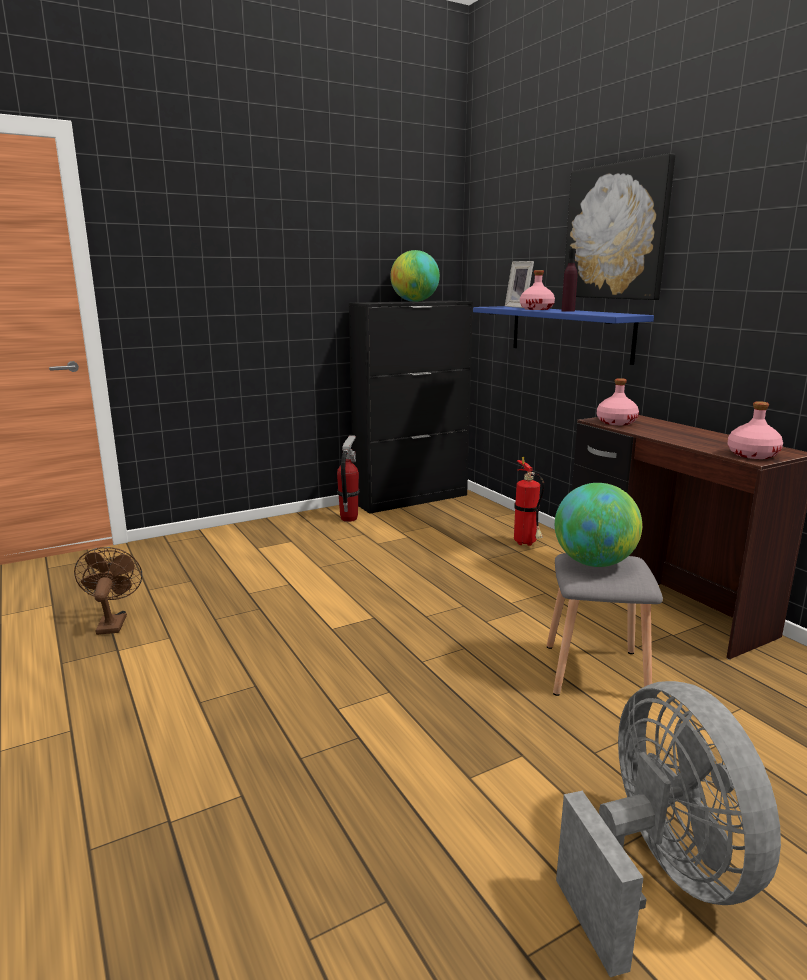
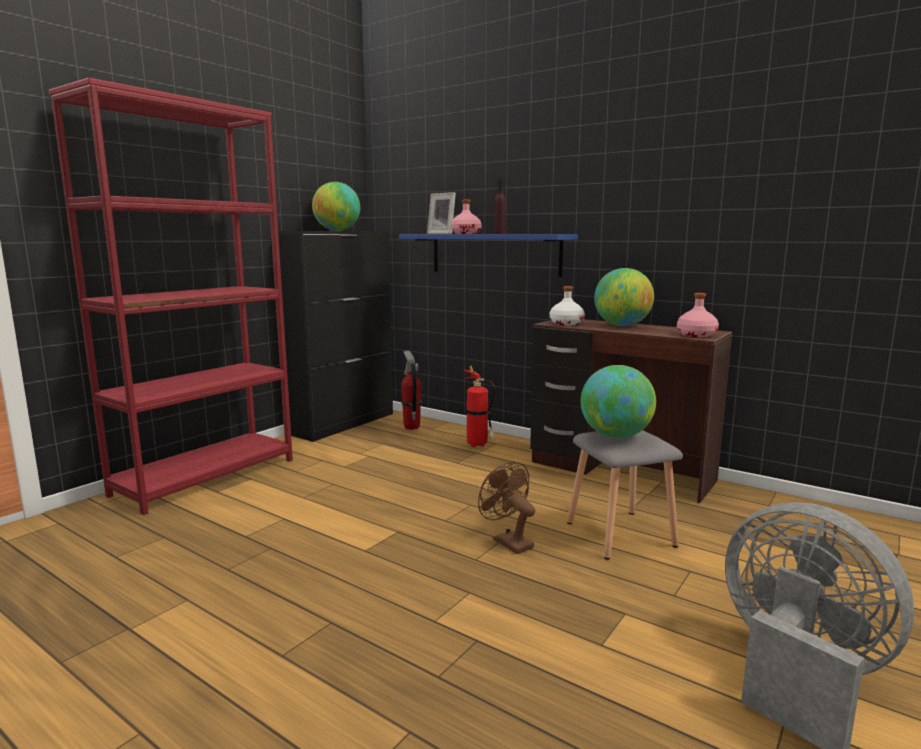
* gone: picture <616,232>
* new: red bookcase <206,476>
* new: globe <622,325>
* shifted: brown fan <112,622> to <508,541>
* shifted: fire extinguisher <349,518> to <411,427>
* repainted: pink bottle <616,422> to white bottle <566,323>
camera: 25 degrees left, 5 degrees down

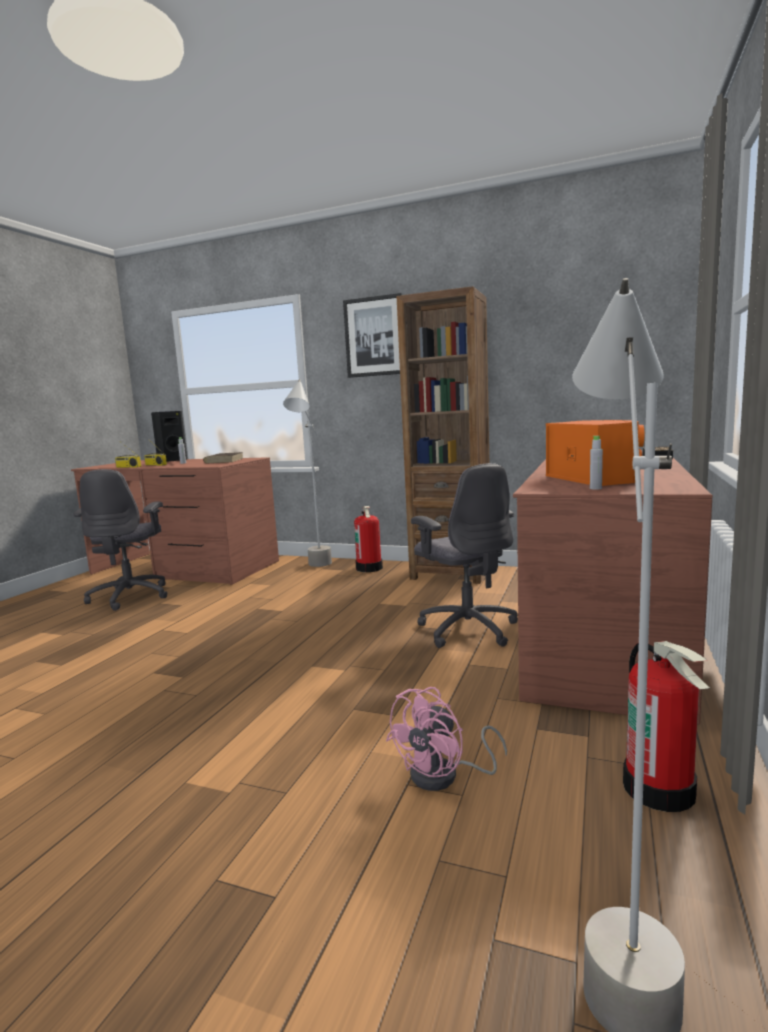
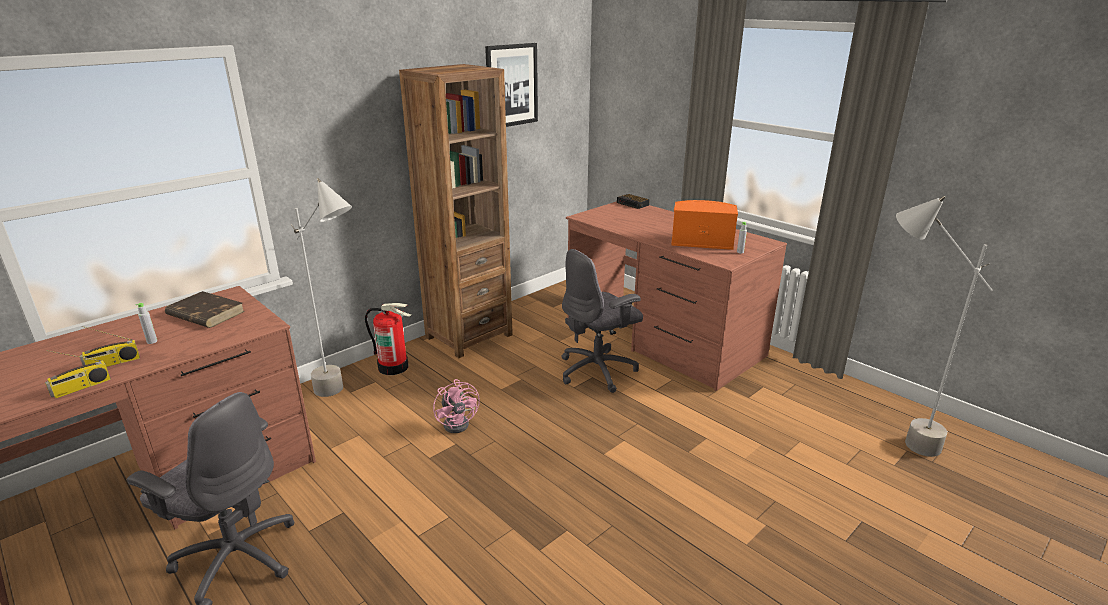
* gone: black speaker <171,461>
* gone: fire extinguisher <660,789>
* shifted: picture <374,336> to <511,85>
* shifted: pink fan <444,776> to <459,422>
* rotated: grey office chair <467,629> = <598,371> 150 degrees clockwise
camera: 65 degrees left, 15 degrees up

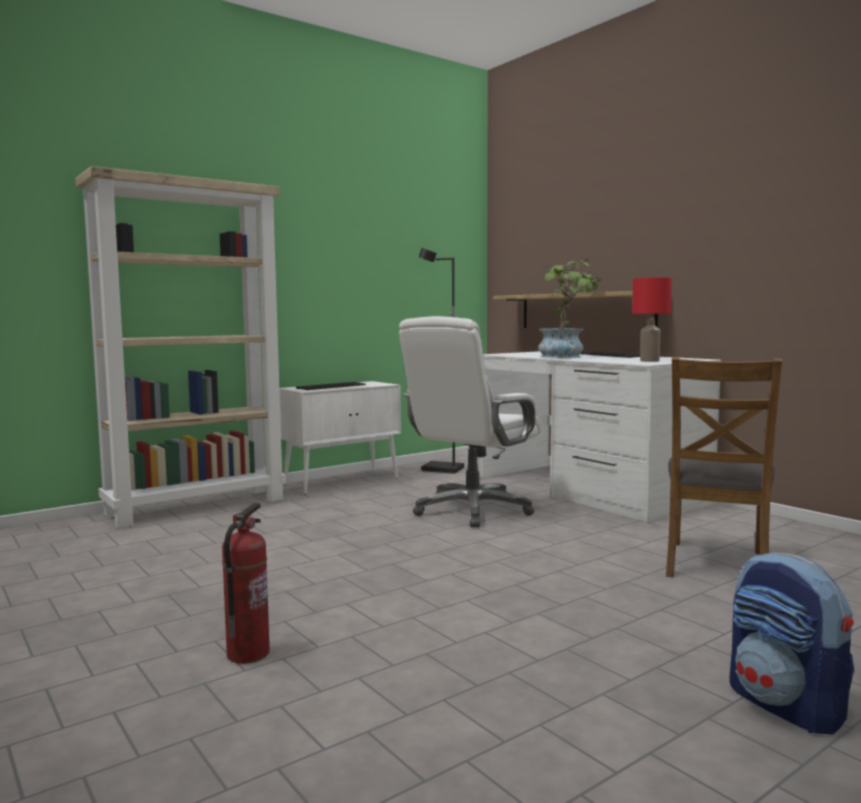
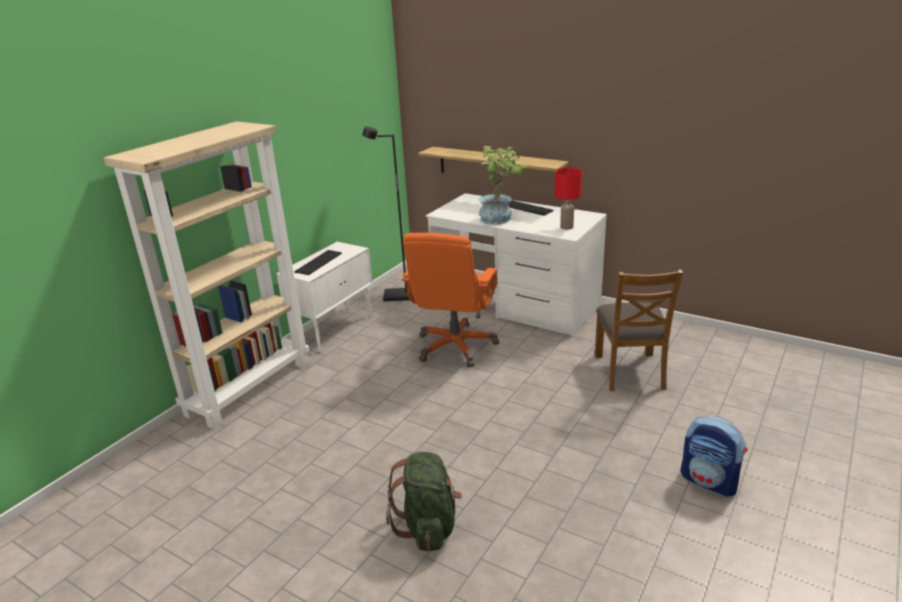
* swapped: fire extinguisher <247,654> to green backpack <428,526>
* repainted: white office chair <472,510> to orange office chair <455,346>
camera: 20 degrees left, 20 degrees up

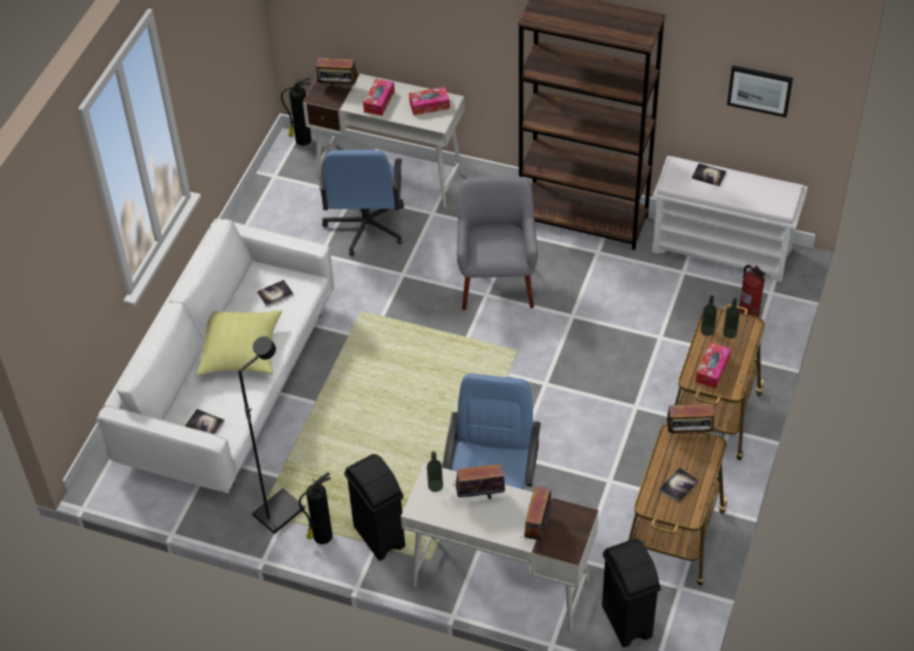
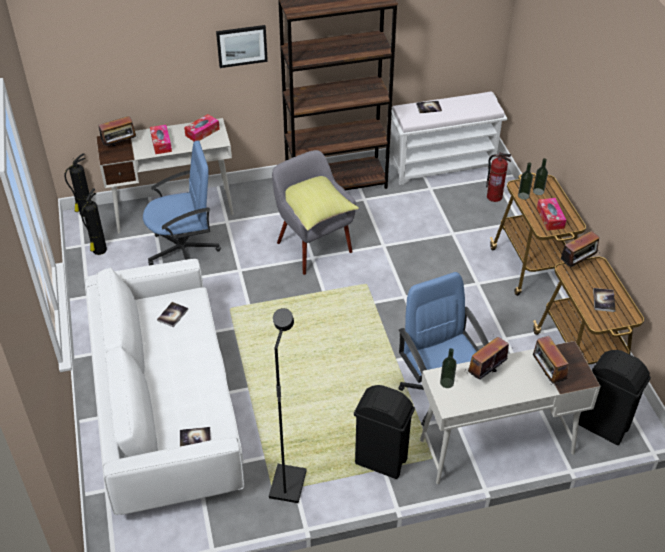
* shifted: yellow pillow <242,353> to <317,211>
* shifted: fire extinguisher <321,537> to <99,250>
* shifted: picture <759,90> to <242,45>
* rotated: blue office chair <366,226> = <184,250> 75 degrees counterclockwise
camera: 35 degrees left, 5 degrees down

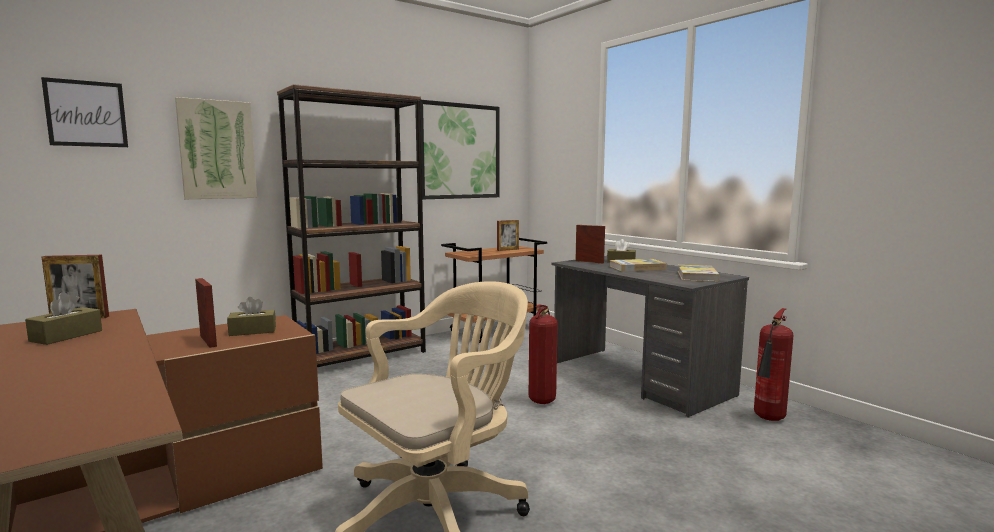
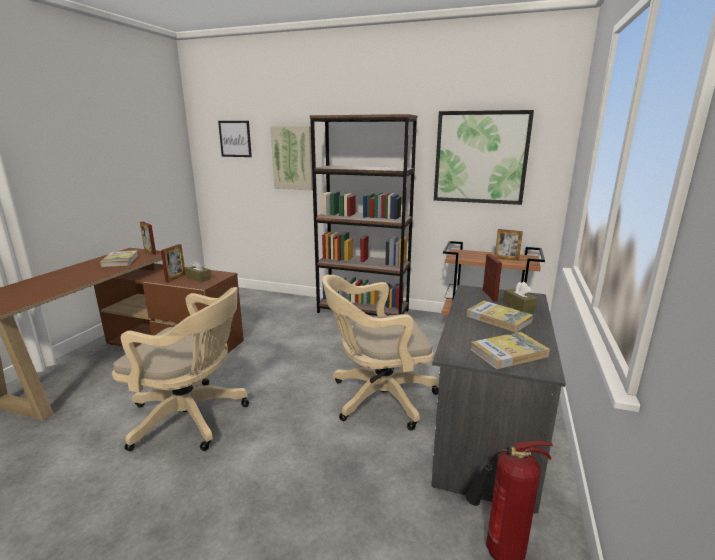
* swapped: brown tissue box <66,336> to book <120,260>
* swapped: fire extinguisher <543,400> to beige office chair <377,398>
camera: 55 degrees right, 10 degrees up

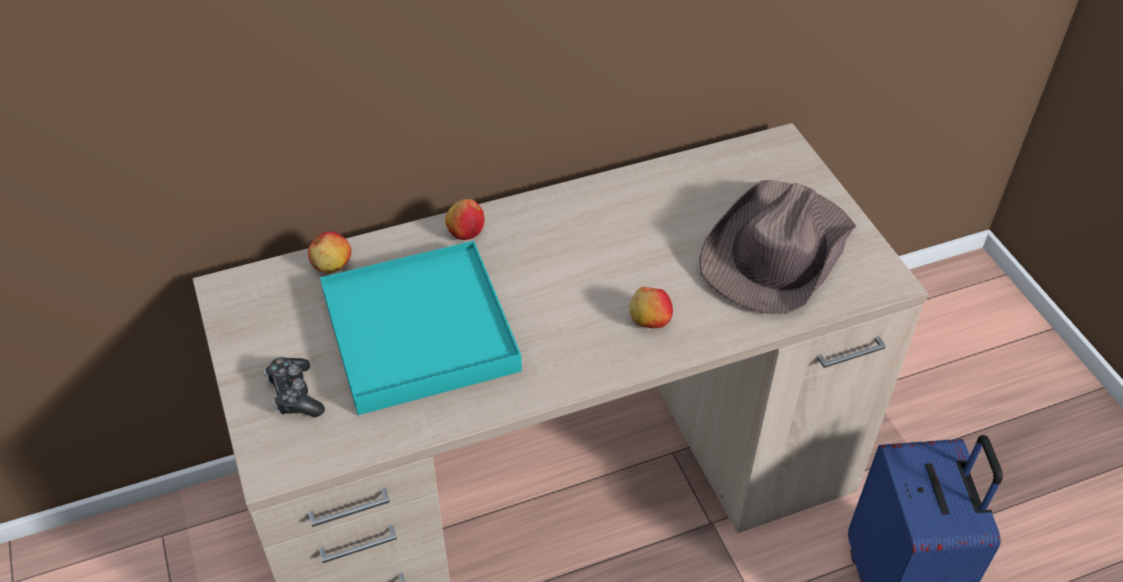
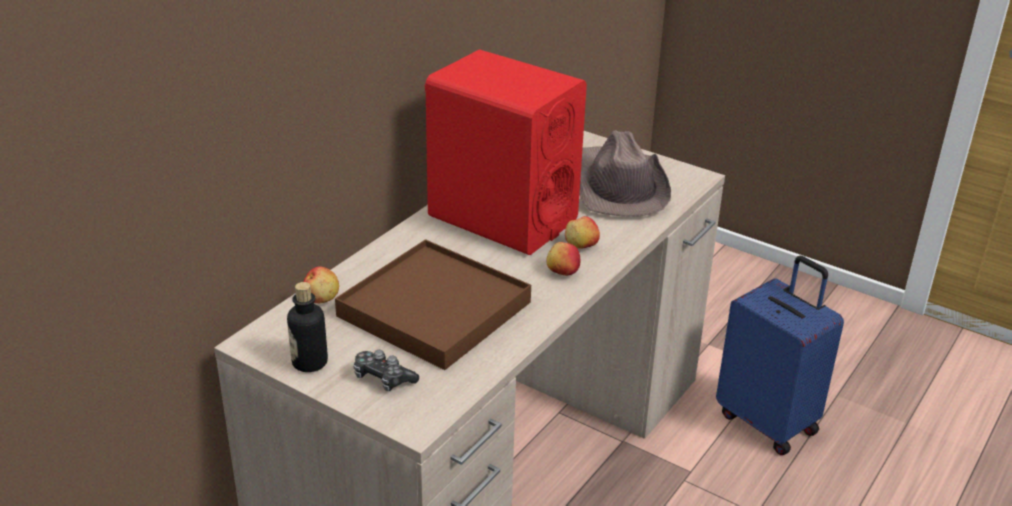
* new: bottle <309,362>
* new: red speaker <502,218>
* shifted: apple <465,231> to <562,271>
* repainted: turquoise tray <419,331> to brown tray <433,309>
camera: 35 degrees left, 15 degrees down

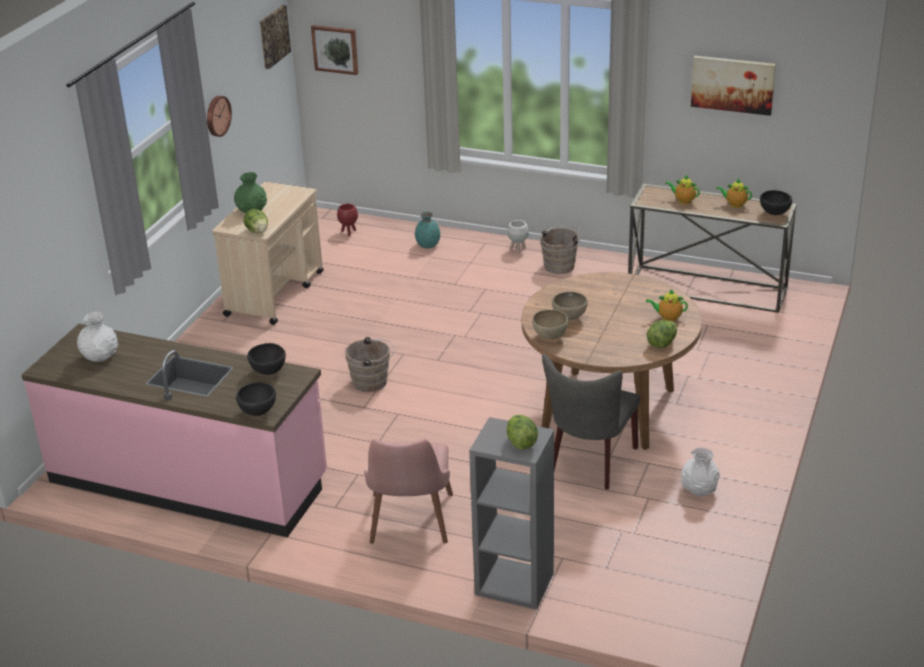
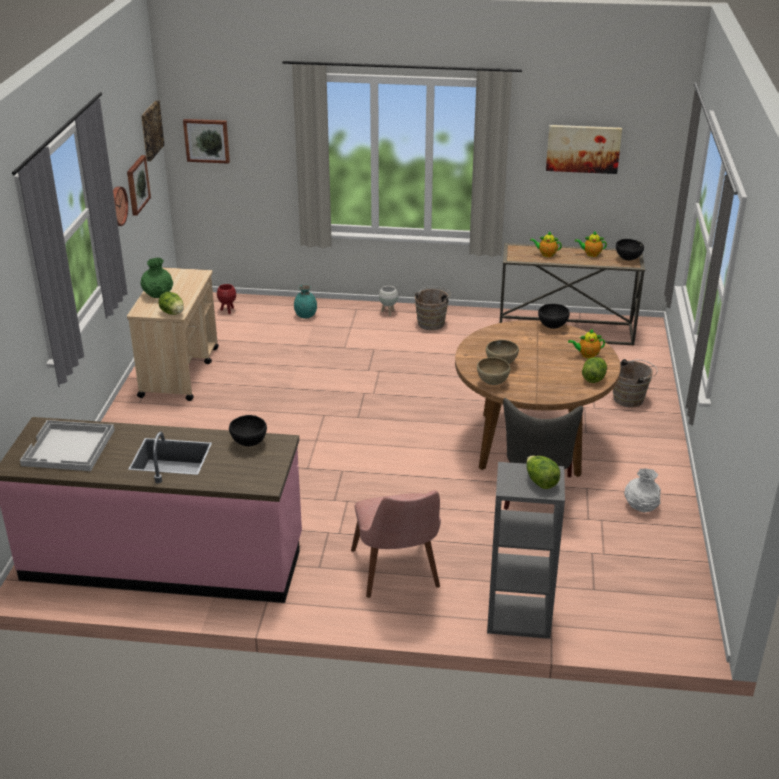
* new: picture <137,185>
* shifted: black bowl <258,412> to <552,327>
* shifted: brown bucket <373,382> to <631,399>
* swapped: white vase <100,357> to white tray <69,448>
camera: 15 degrees left, 0 degrees up

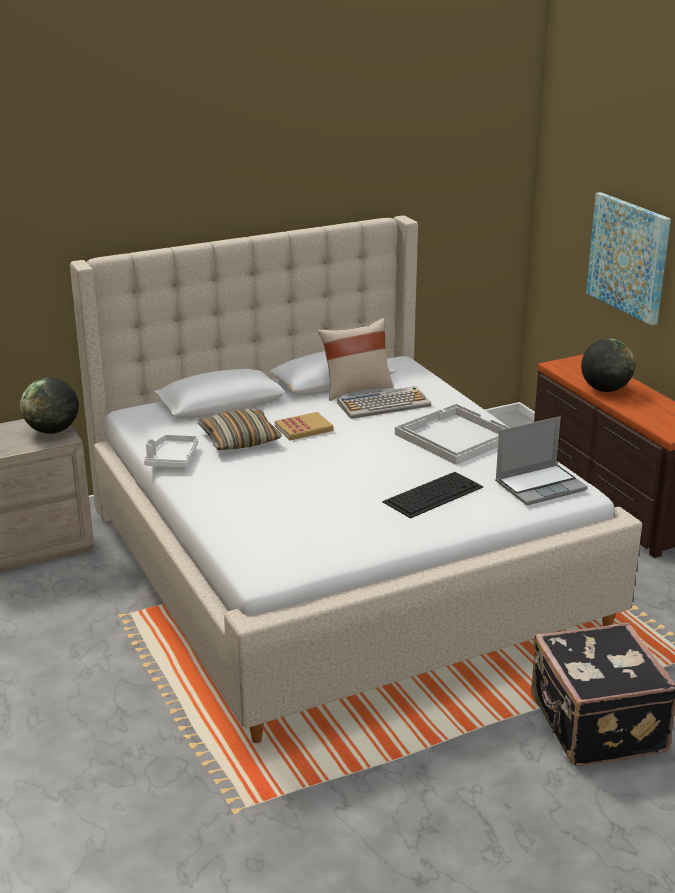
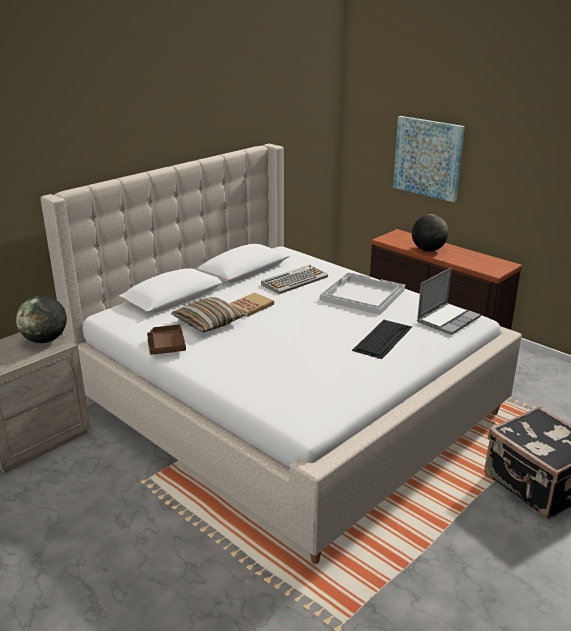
* gone: beige pillow <356,389>
* repainted: white tray <172,459> to brown tray <166,346>
camera: 20 degrees left, 0 degrees up

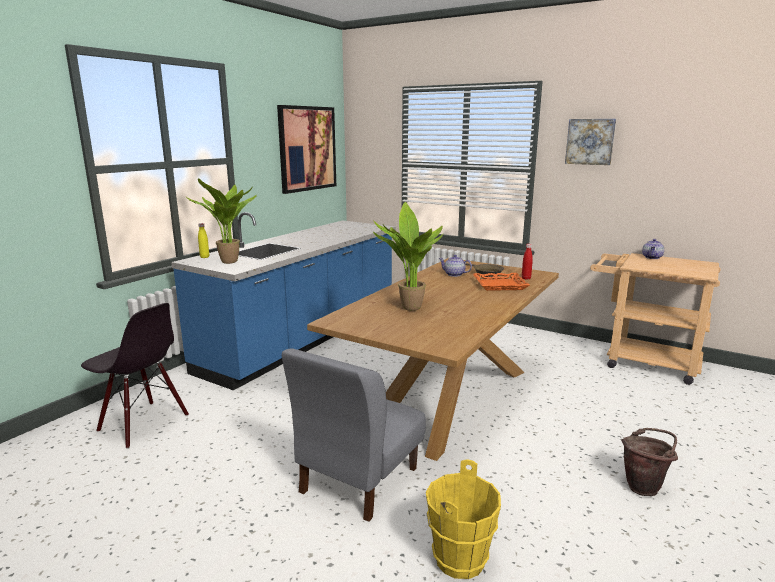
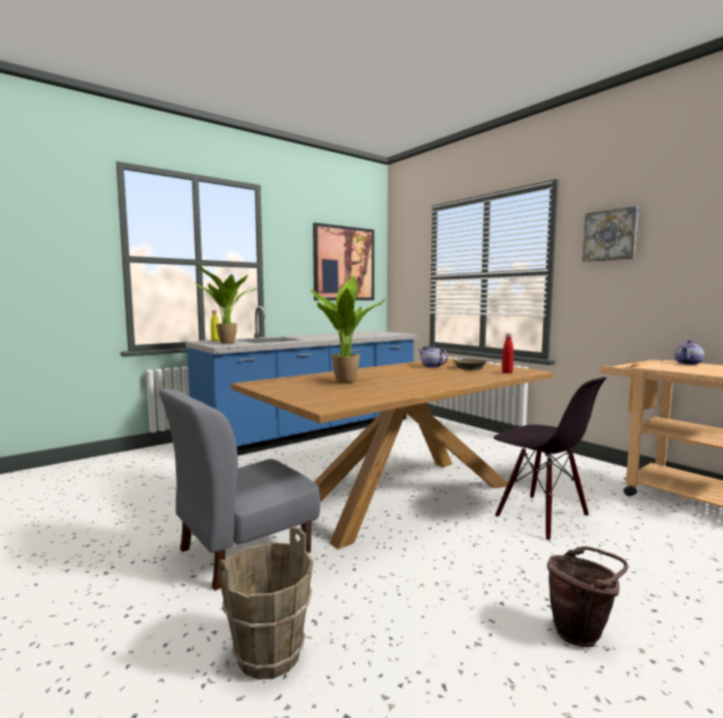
* gone: orange tray <499,285>
* shifted: black chair <143,424> to <541,516>
* repainted: yellow bucket <460,559> to brown bucket <270,655>
camera: 20 degrees right, 10 degrees down

